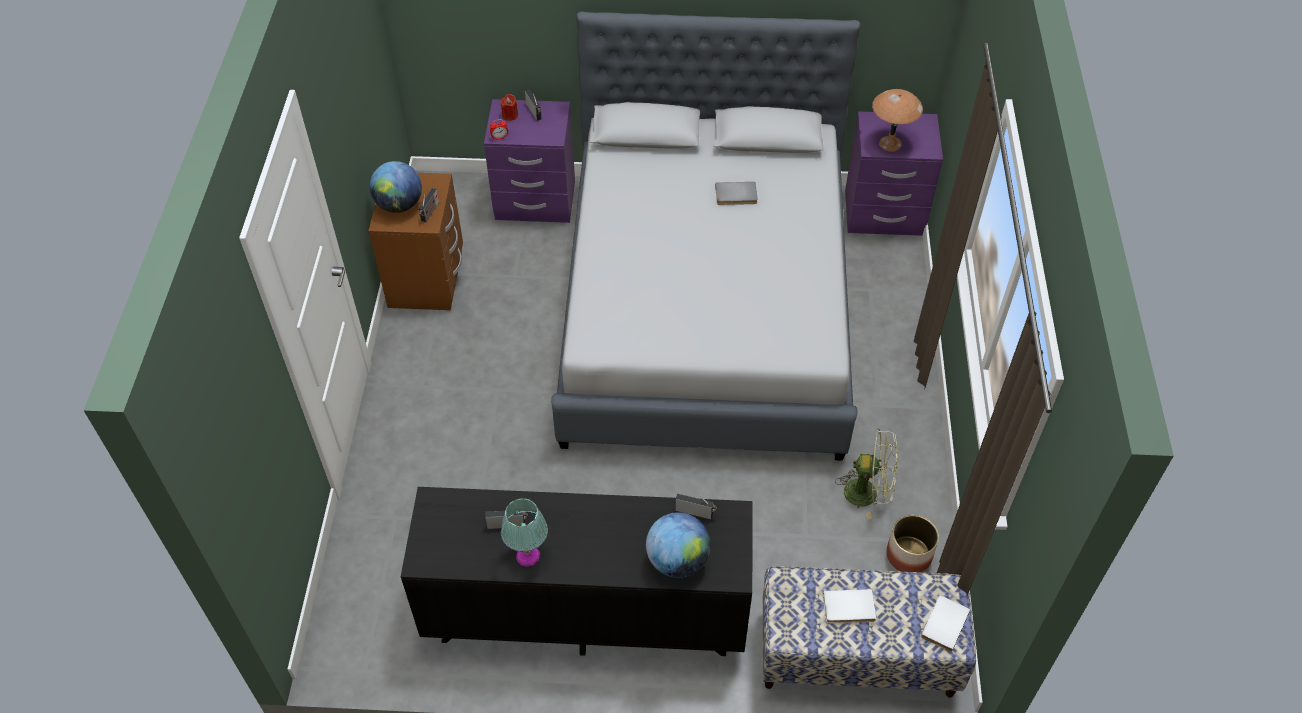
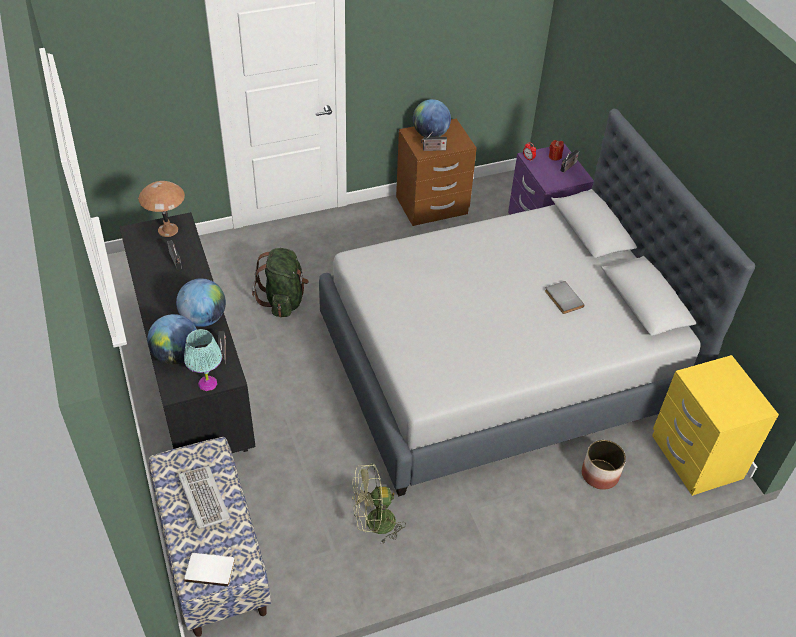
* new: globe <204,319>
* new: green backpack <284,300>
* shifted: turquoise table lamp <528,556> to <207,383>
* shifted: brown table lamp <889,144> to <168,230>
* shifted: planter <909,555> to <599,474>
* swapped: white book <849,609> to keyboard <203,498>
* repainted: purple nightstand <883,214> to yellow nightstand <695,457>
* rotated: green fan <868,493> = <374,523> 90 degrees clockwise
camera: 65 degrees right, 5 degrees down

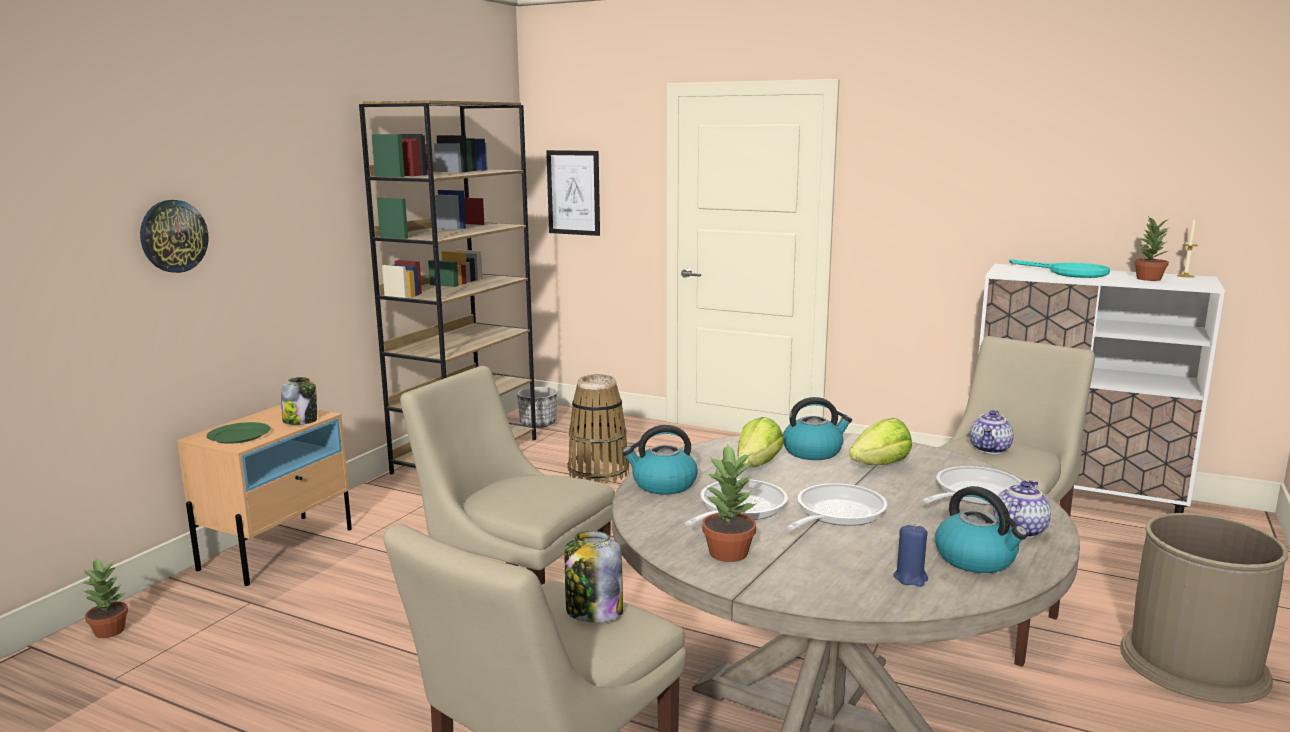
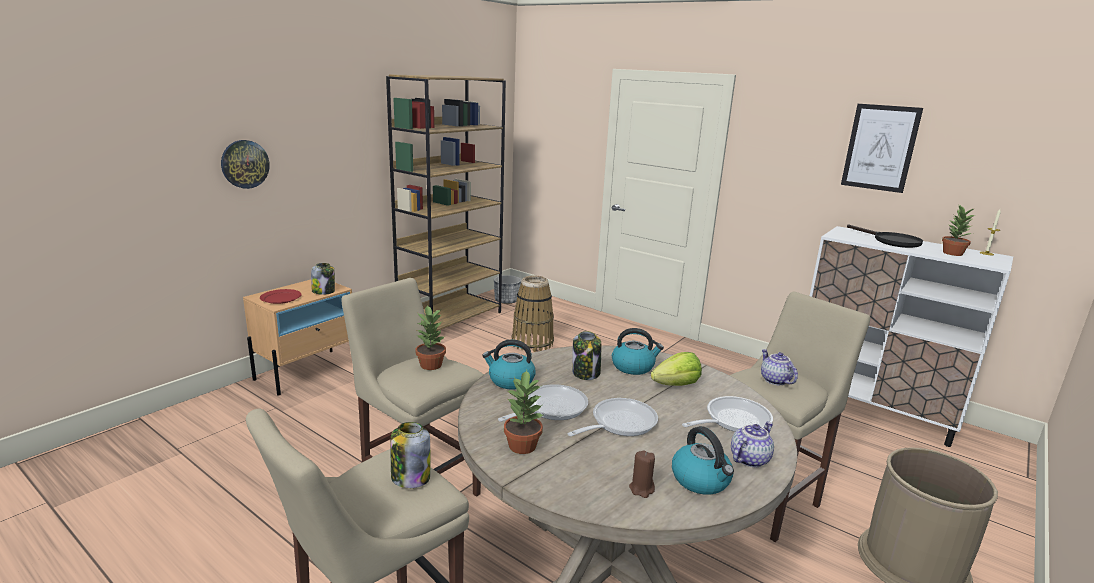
* shifted: potted plant <110,630> to <431,365>
* shifted: picture <573,192> to <880,148>
* swapped: lettuce <757,465> to jar <586,373>
* repainted: green plate <239,436> to red plate <280,298>
* repainted: blue candle <910,578> to brown candle <641,489>
* repainted: turquoise frying pan <1070,273> to black frying pan <890,241>
* rotated: teapot <991,449> = <774,380> 120 degrees clockwise
camera: 10 degrees right, 5 degrees up

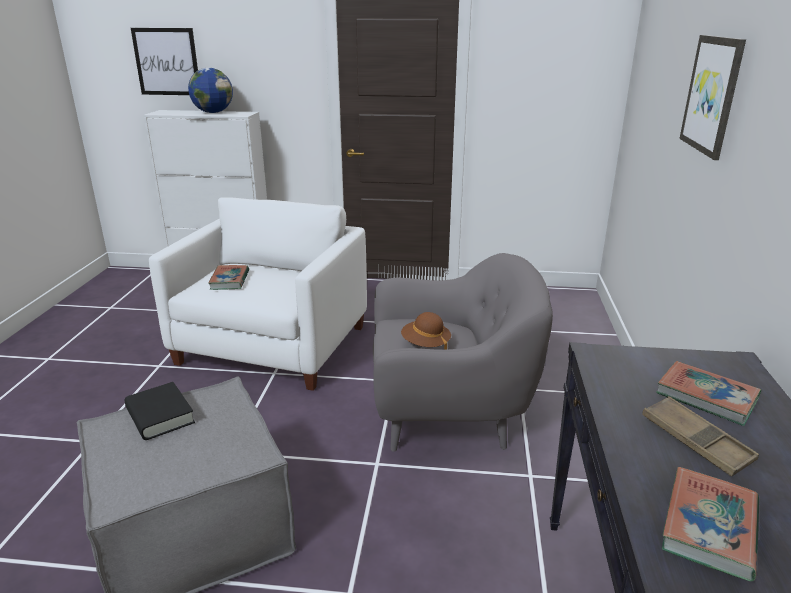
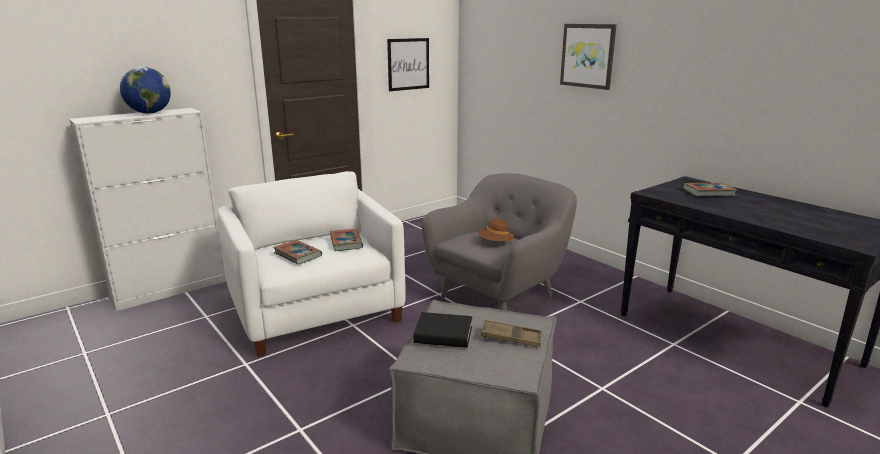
* shifted: picture <166,62> to <408,64>
* shifted: brown tray <696,441> to <511,337>
* shifted: book <709,527> to <346,242>
camera: 45 degrees left, 5 degrees down

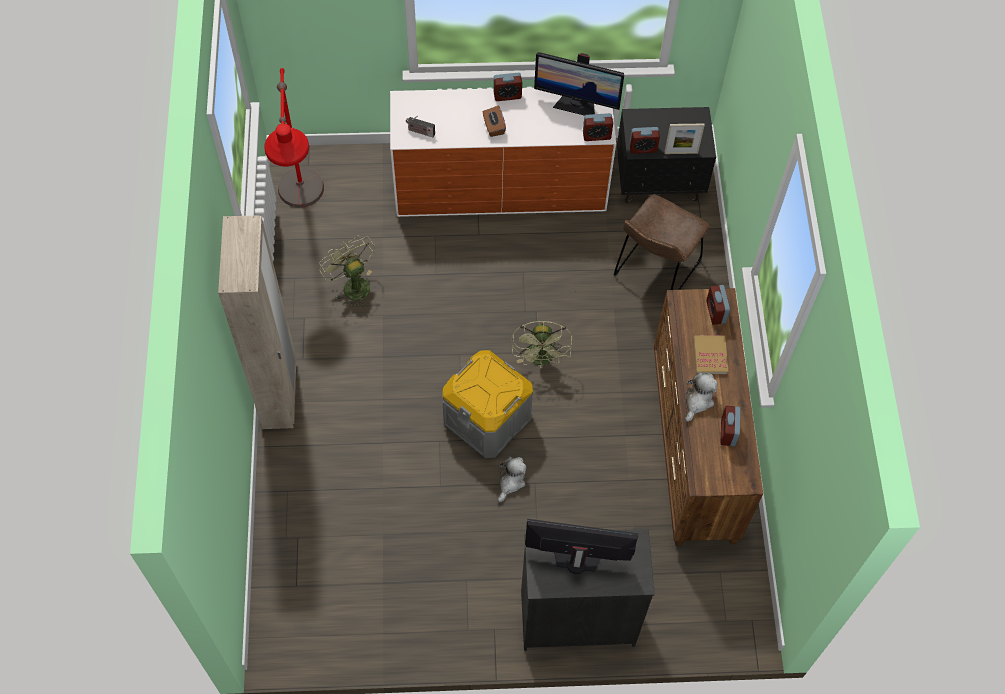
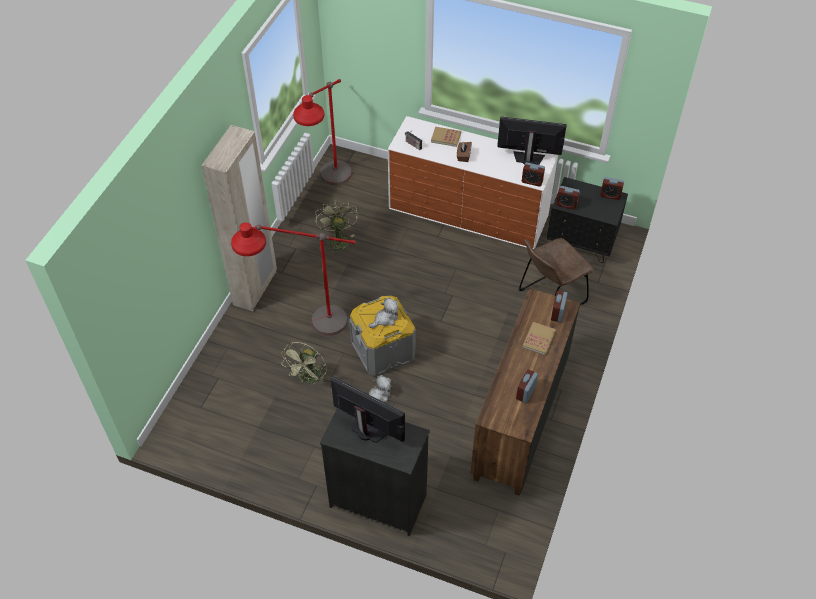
* gone: picture frame <681,153>
* new: red floor lamp <304,327>
* new: book <446,137>
* shifted: alarm clock <507,95> to <610,195>
* shifted: green fan <541,359> to <309,379>
* shifted: plush toy <698,400> to <385,318>
* rotated: monitor <576,104> = <528,159> 150 degrees clockwise
camera: 25 degrees right, 10 degrees down

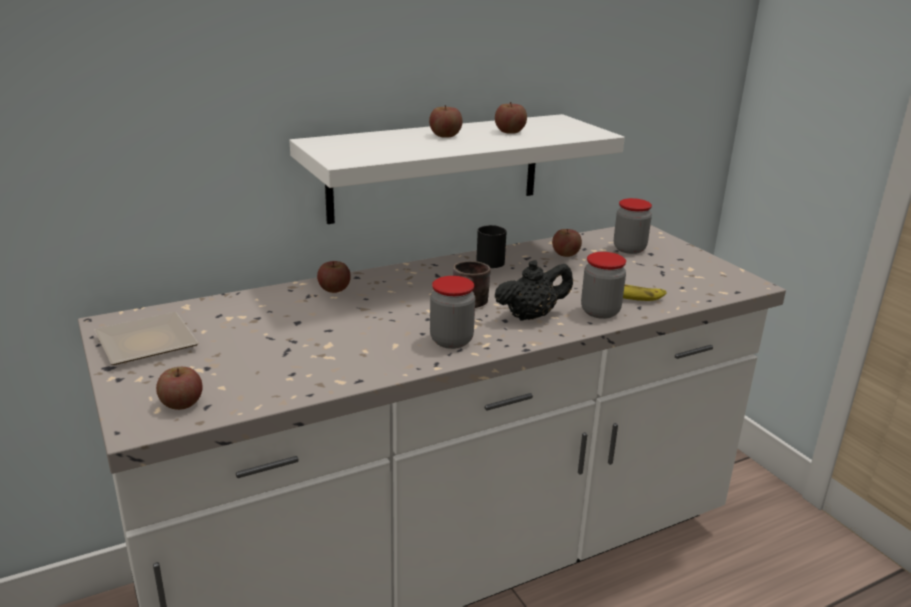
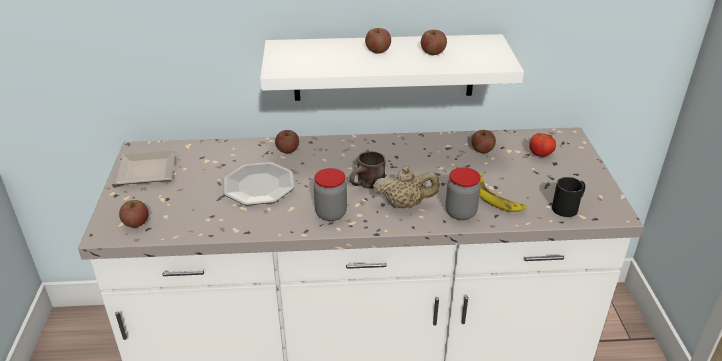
* new: plate <259,185>
* shifted: black mug <493,260> to <568,207>
* swapped: jar <629,249> to tomato <540,155>
* repainted: black teapot <531,316> to beige teapot <405,204>
camera: 25 degrees right, 10 degrees up

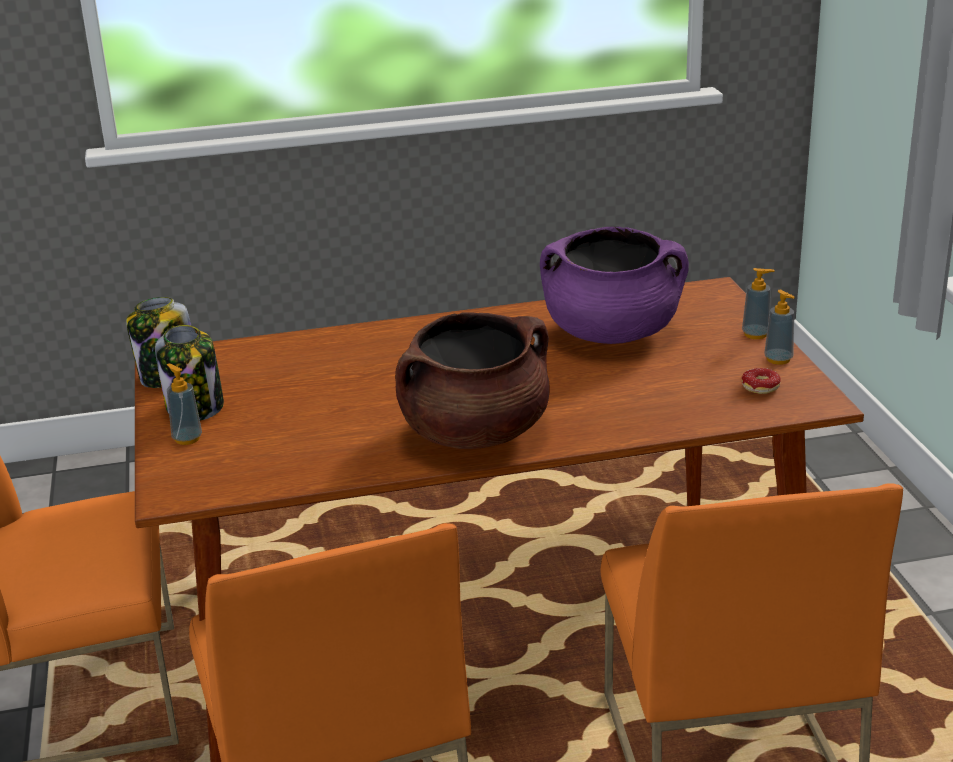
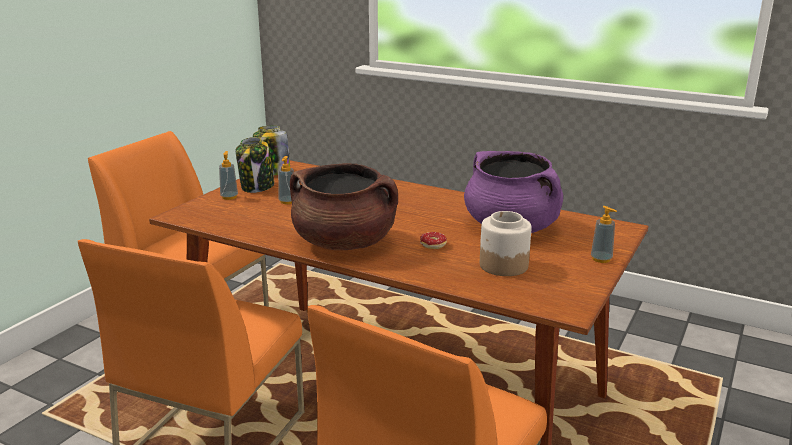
* new: jar <503,265>
* shifted: donut <763,391> to <431,247>
* shifted: soap dispenser <778,359> to <287,201>
camera: 40 degrees right, 5 degrees down

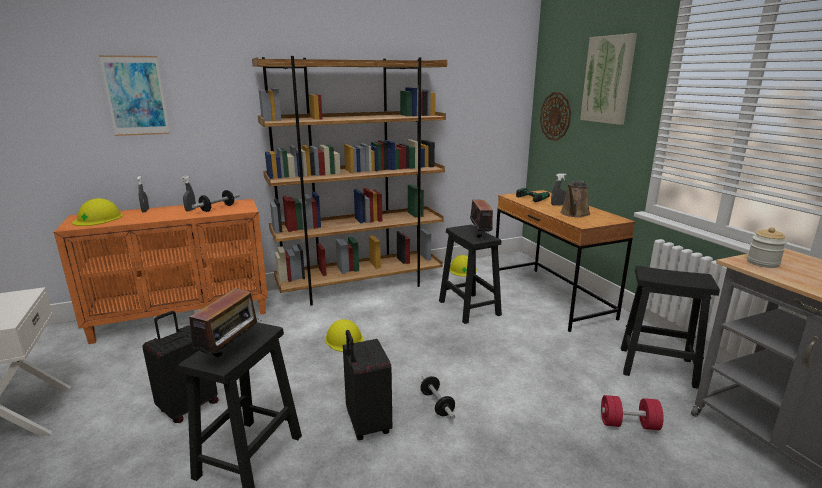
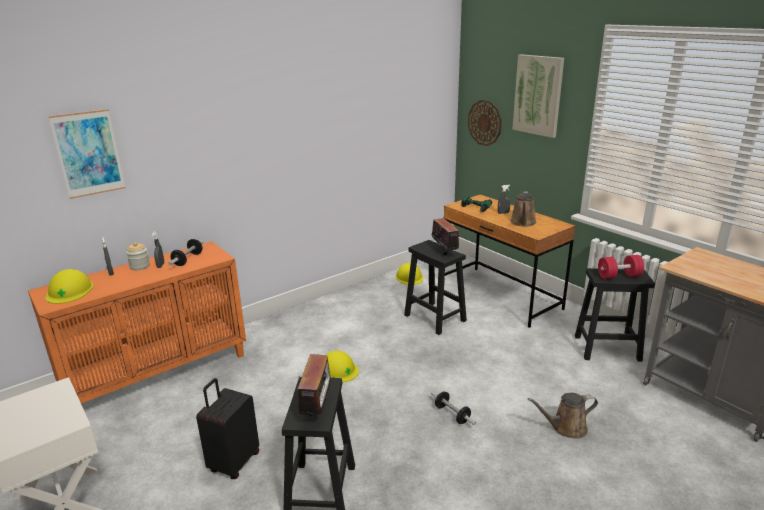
* gone: brown bookcase <361,286>
* gone: black suitcase <366,424>
* new: brown watering can <565,428>
* shifted: red dumbbell <628,424> to <619,276>
* shifted: jar <762,263> to <140,266>
camera: 15 degrees left, 5 degrees up

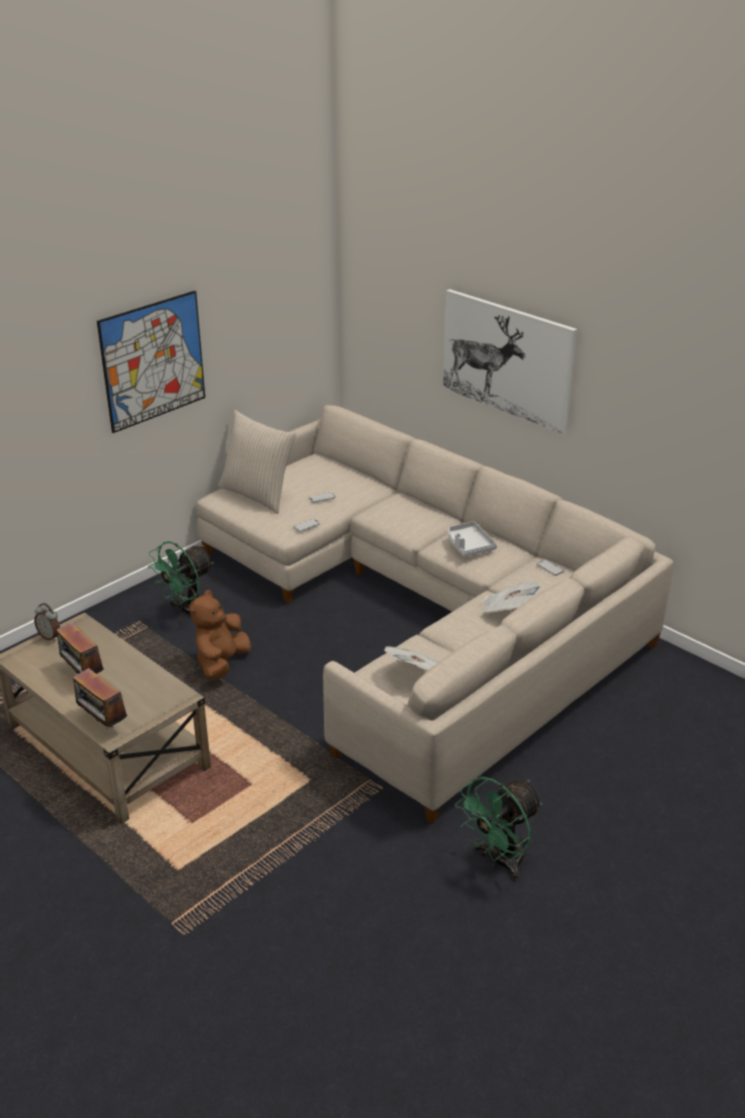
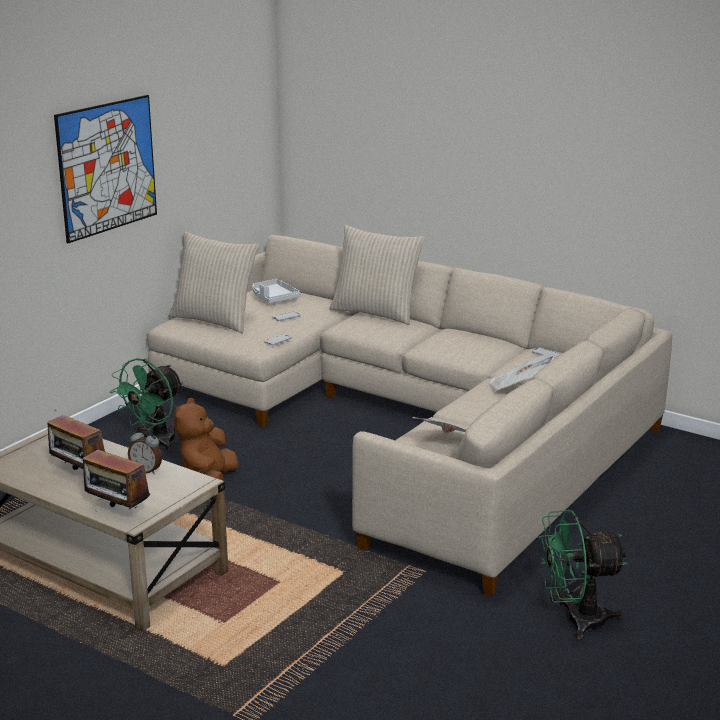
* gone: picture <507,359>
* new: beige pillow <376,313>
* shifted: alarm clock <50,636> to <146,470>
* shifted: grey tray <469,545> to <273,298>
* rotated: green fan <499,861> = <575,620> 45 degrees clockwise
camera: 10 degrees left, 10 degrees down

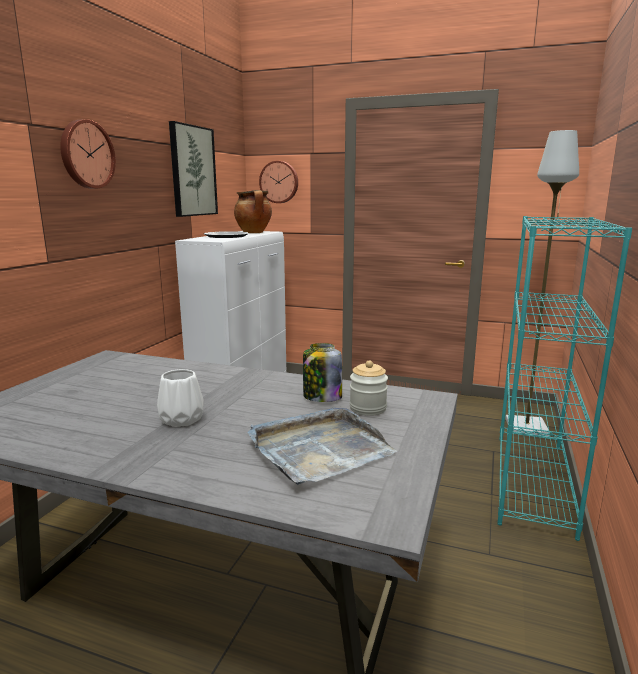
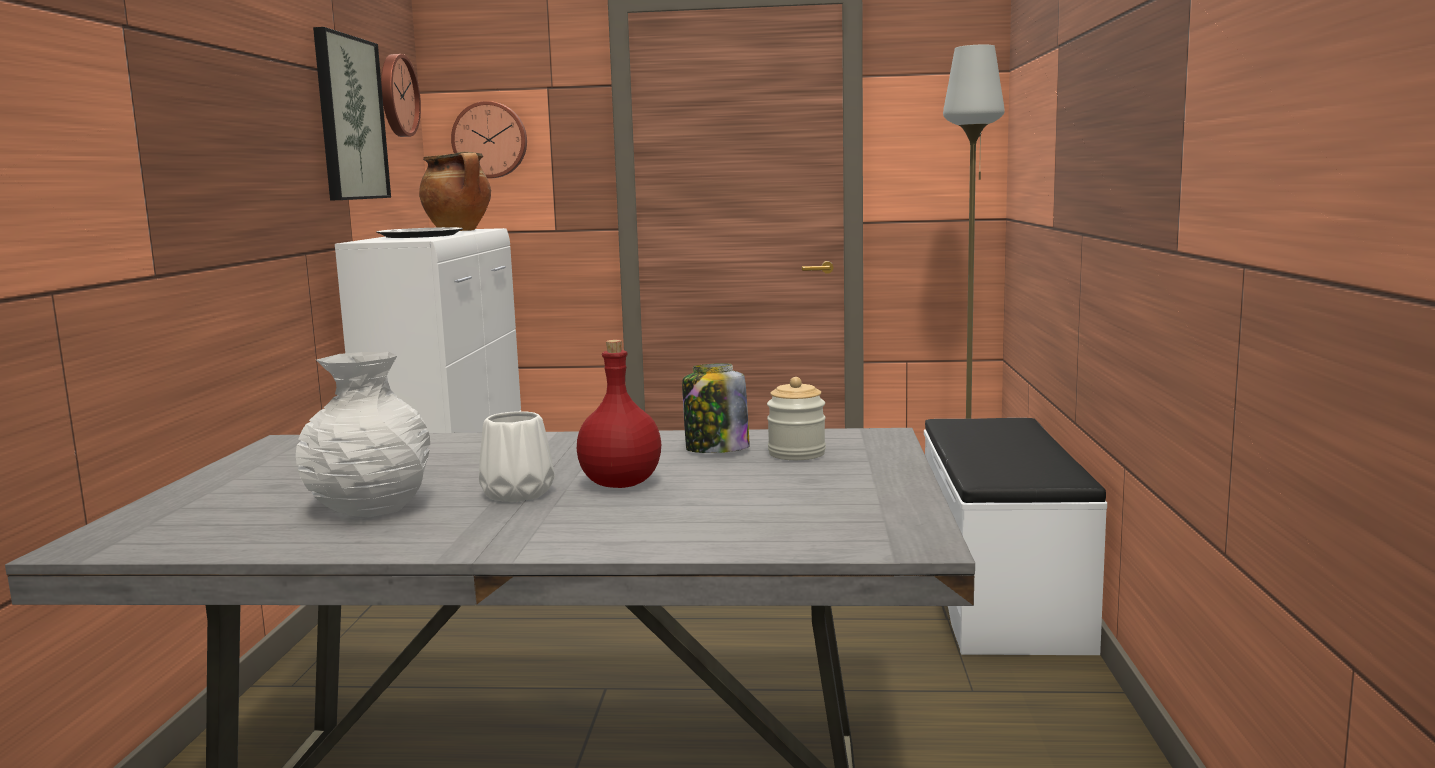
* gone: grey tray <319,449>
* new: white vase <368,507>
* new: red bottle <619,484>
* shifted: wall clock <86,154> to <396,96>
* swapped: turquoise bookcase <533,482> to white bench <1003,595>
camera: 15 degrees left, 5 degrees down

